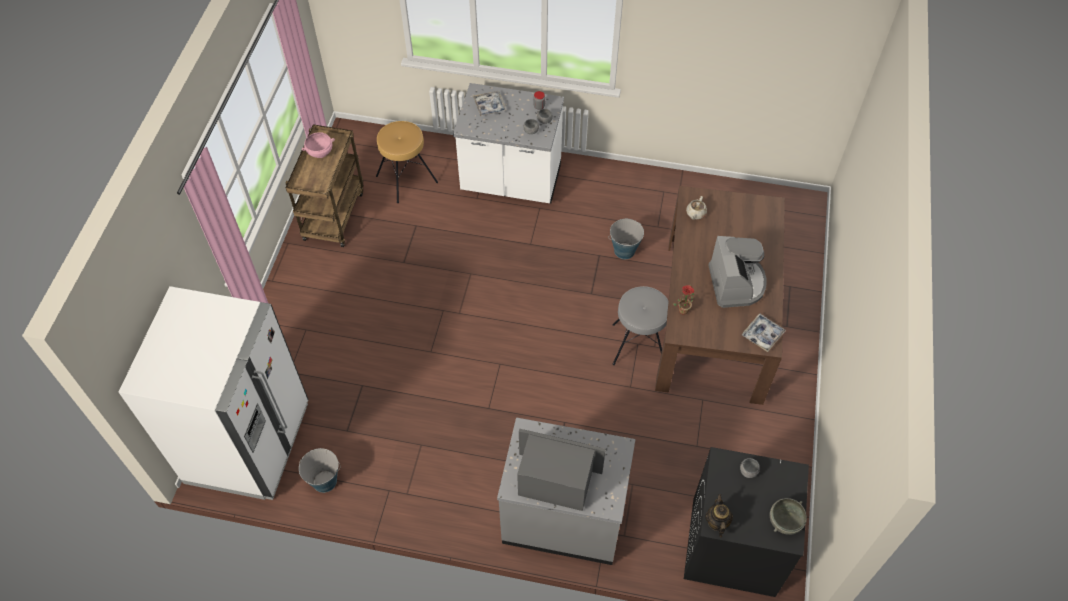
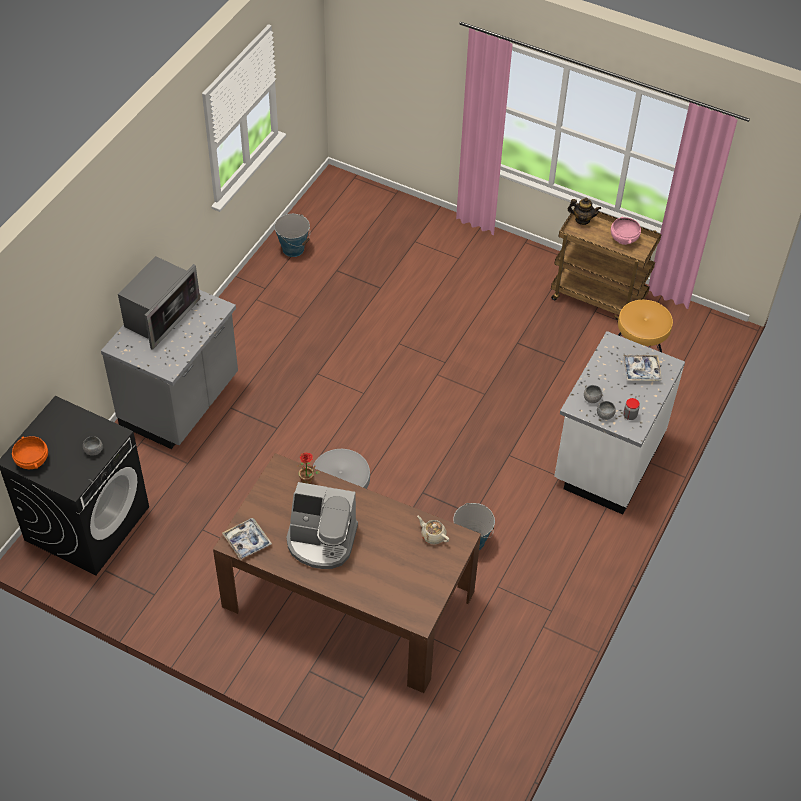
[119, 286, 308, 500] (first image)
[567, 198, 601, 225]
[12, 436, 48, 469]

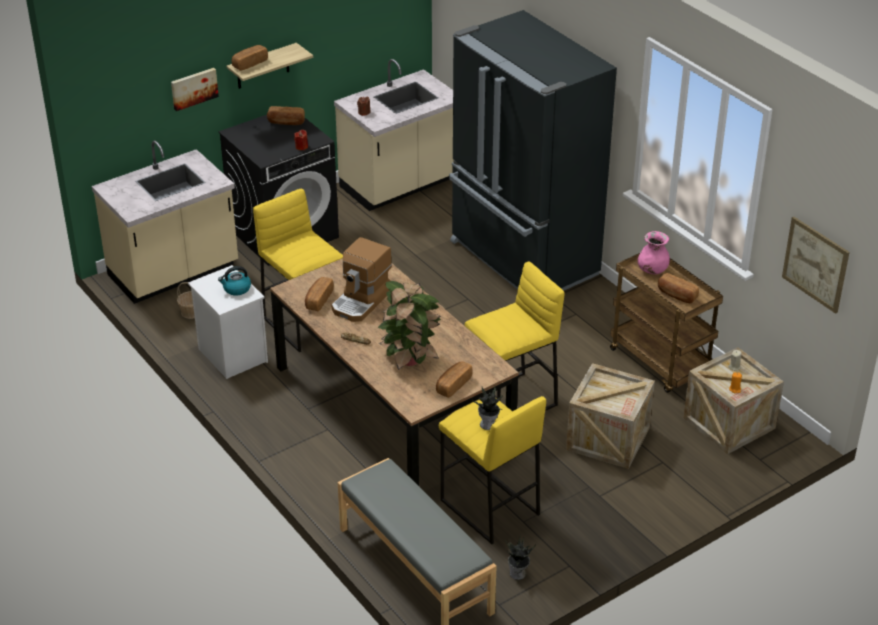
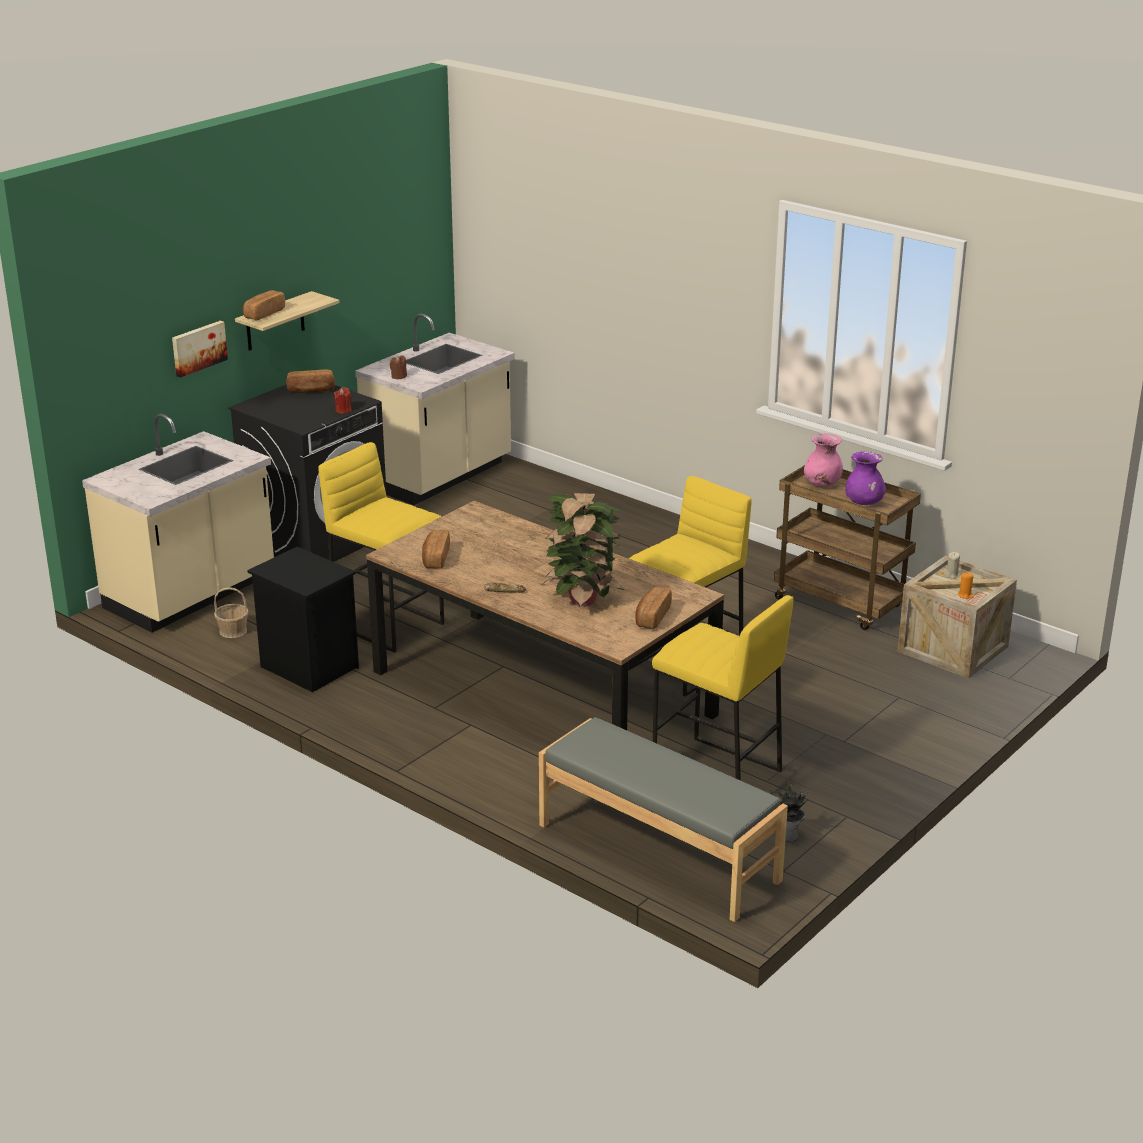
[218, 266, 251, 296] (first image)
[332, 237, 392, 322] (first image)
[449, 10, 617, 291] (first image)
[472, 387, 503, 430] (first image)
[566, 363, 655, 469] (first image)
[782, 216, 850, 314] (first image)
[845, 451, 886, 505]
[247, 547, 359, 692]

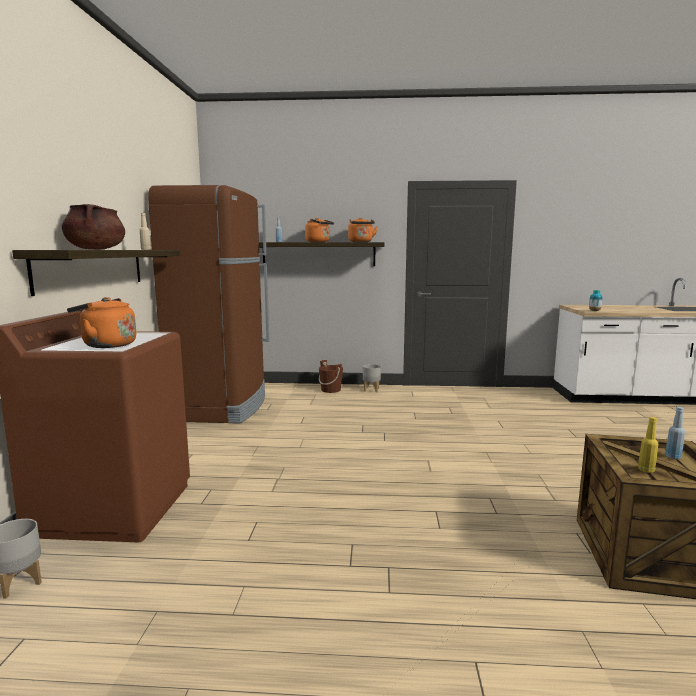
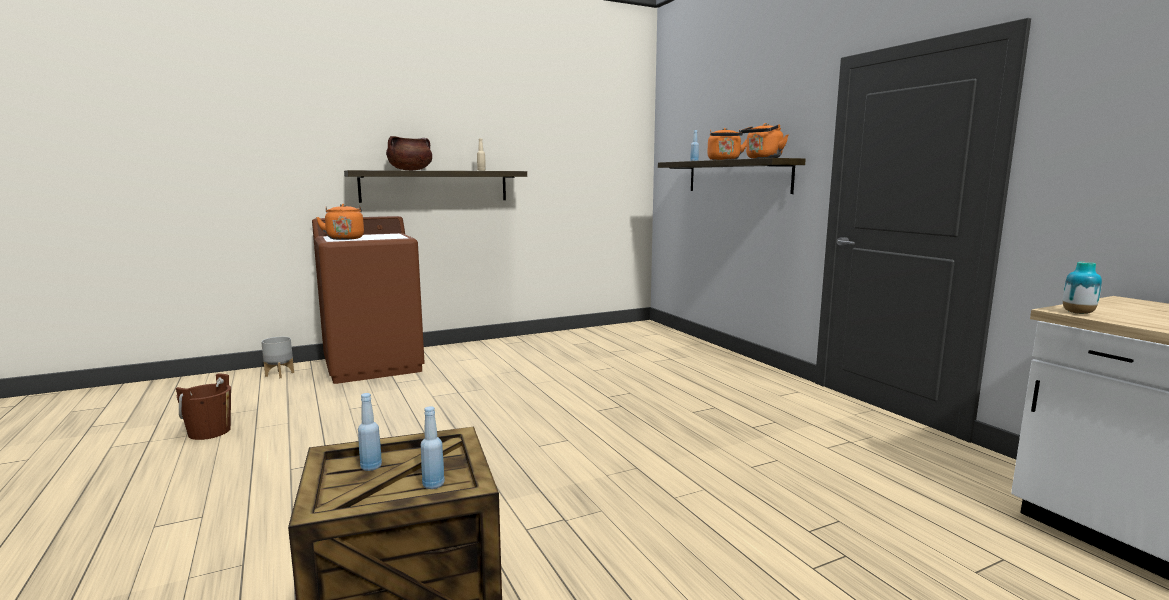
[148, 185, 269, 424] (first image)
[363, 364, 381, 392] (first image)
[176, 373, 231, 440]
[358, 393, 382, 471]

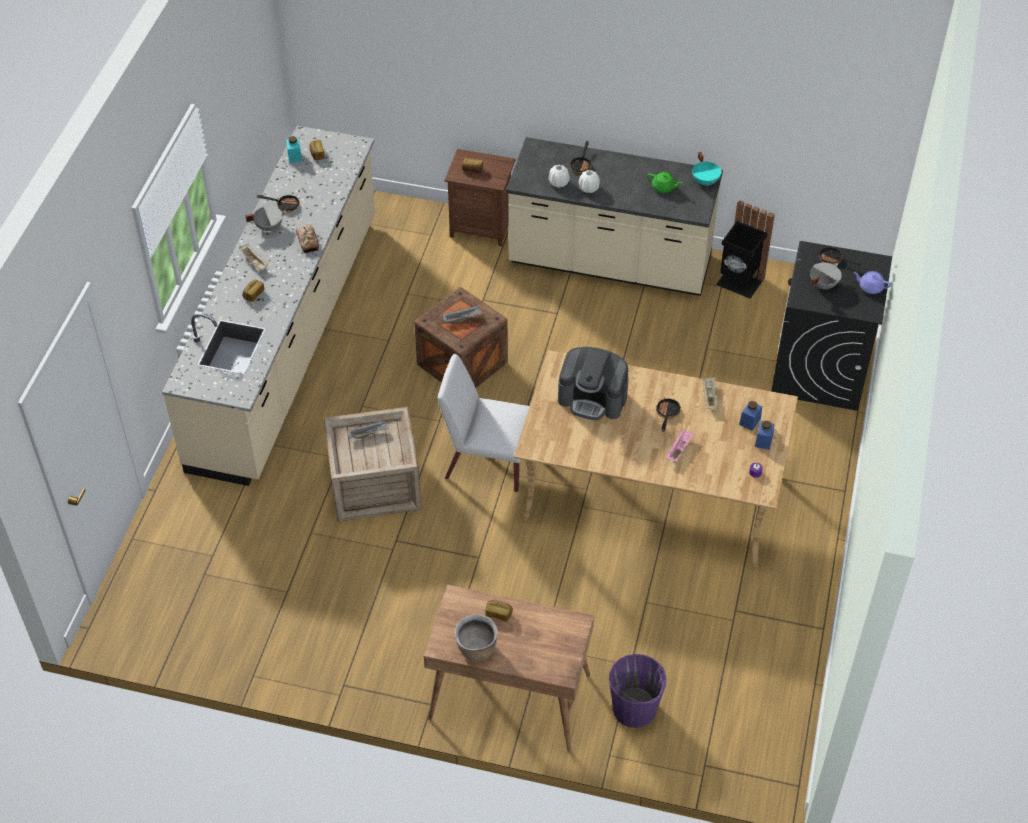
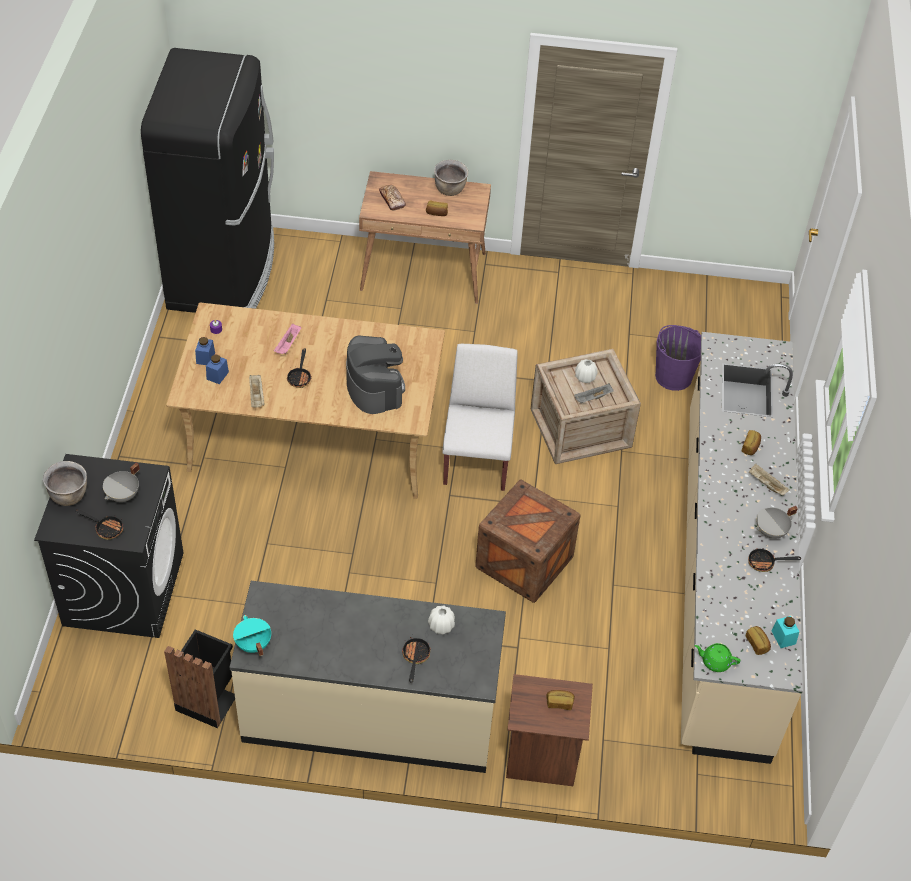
[442, 305, 482, 323] (first image)
[141, 48, 274, 313]
[379, 185, 406, 211]
[575, 359, 597, 383]
[655, 325, 701, 391]
[694, 643, 740, 672]
[43, 461, 87, 506]
[443, 344, 518, 491]
[346, 335, 405, 414]

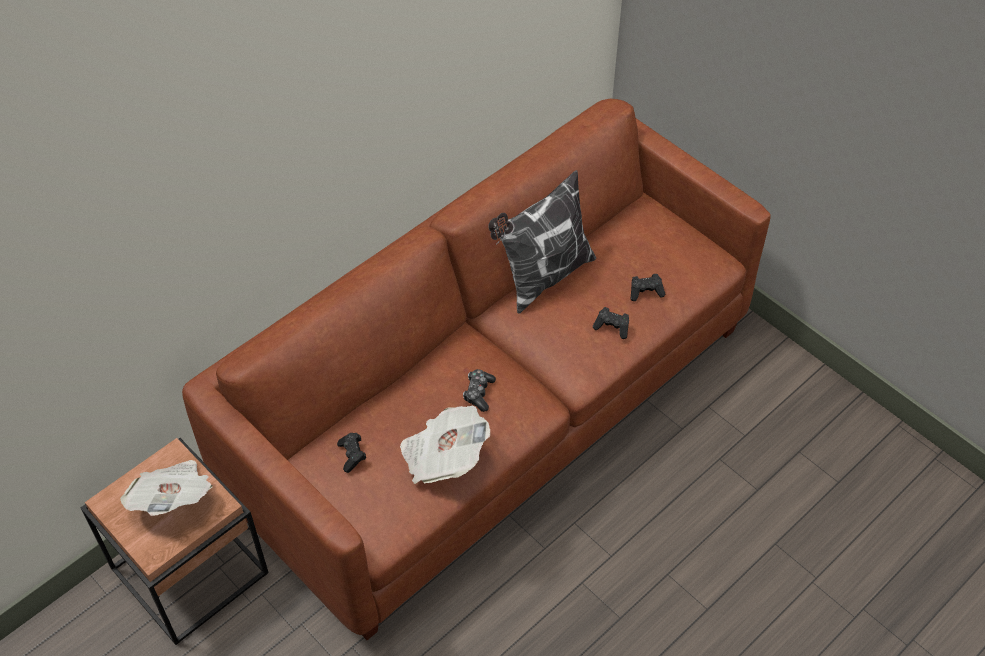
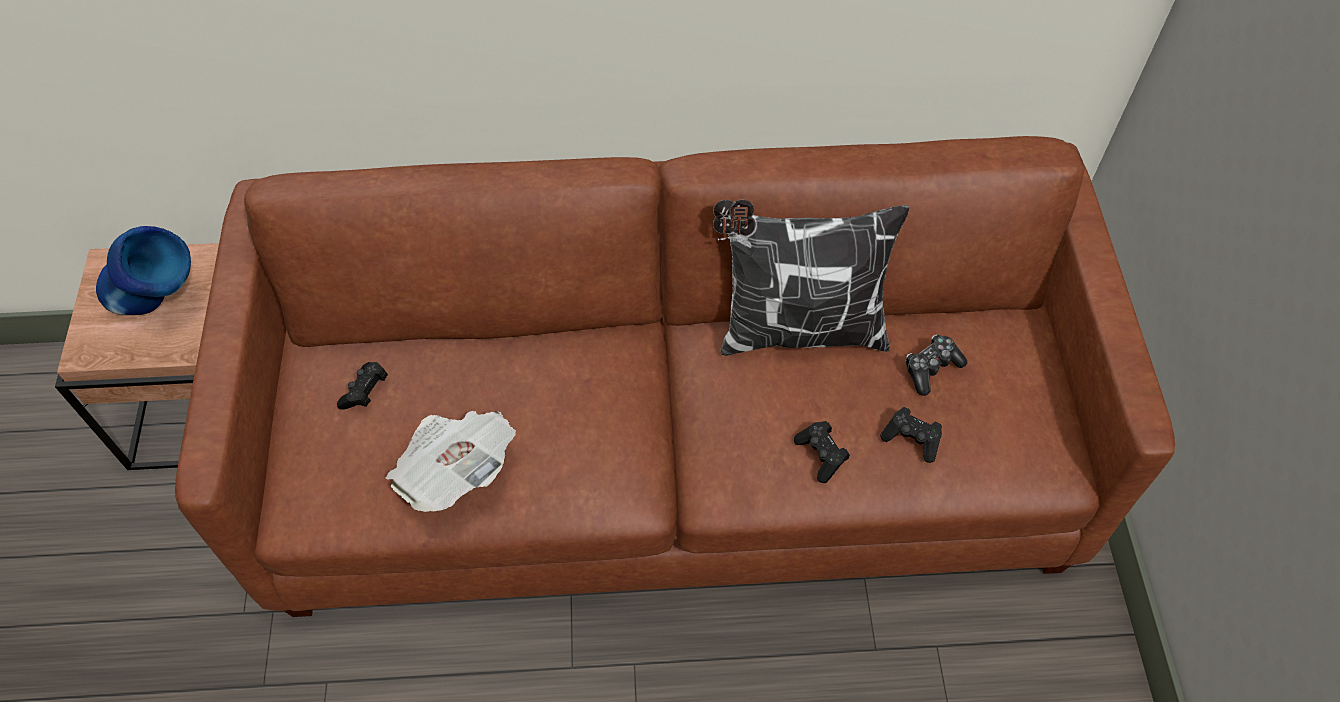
[906, 335, 967, 396]
[96, 226, 191, 315]

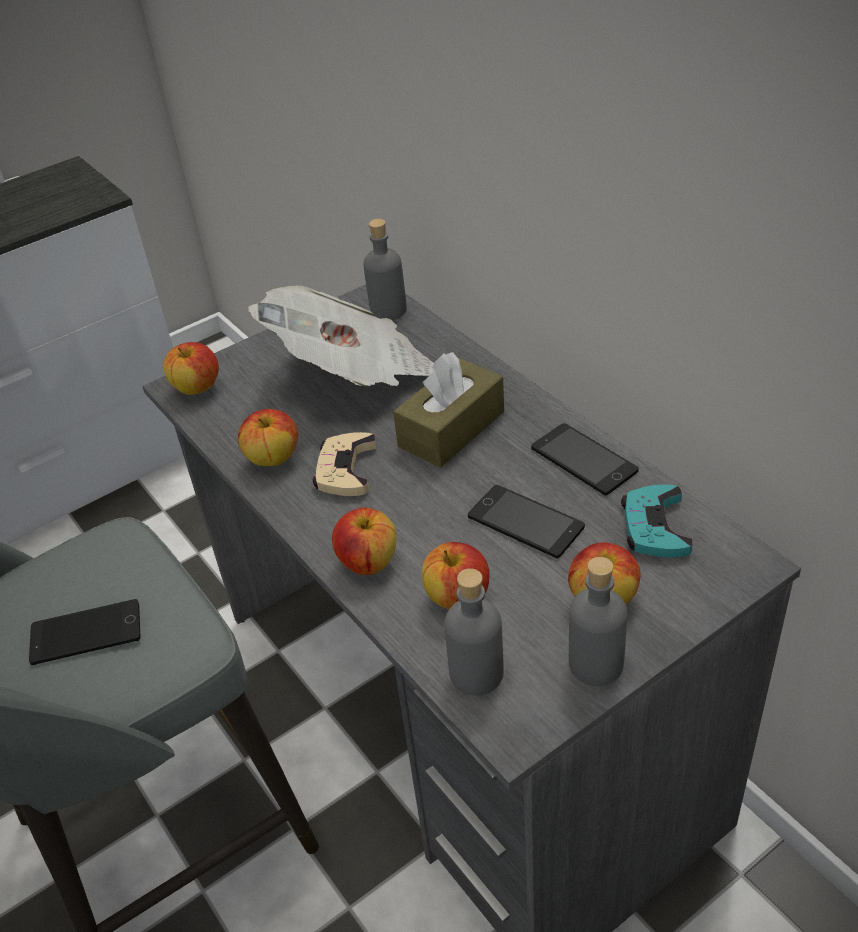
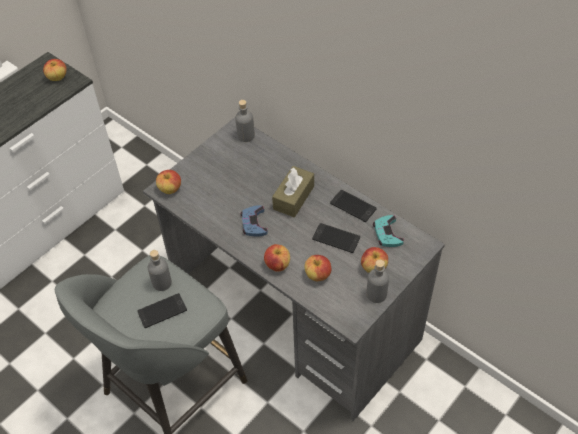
[248, 285, 434, 387] (first image)
[43, 59, 67, 81]
[148, 250, 172, 291]
[241, 205, 268, 237]

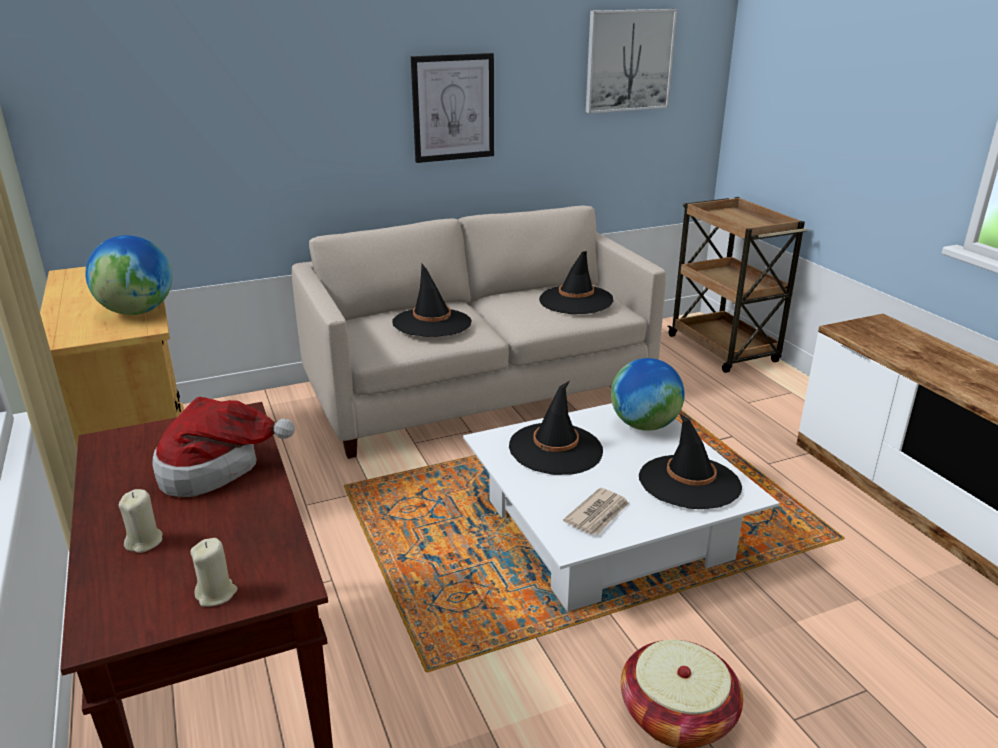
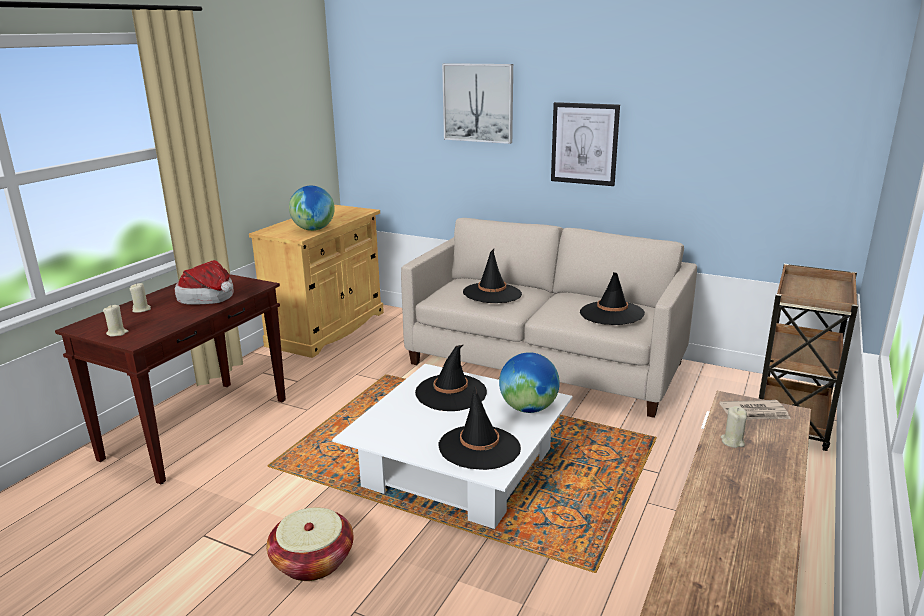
[721, 406, 747, 448]
[719, 400, 791, 420]
[442, 63, 513, 144]

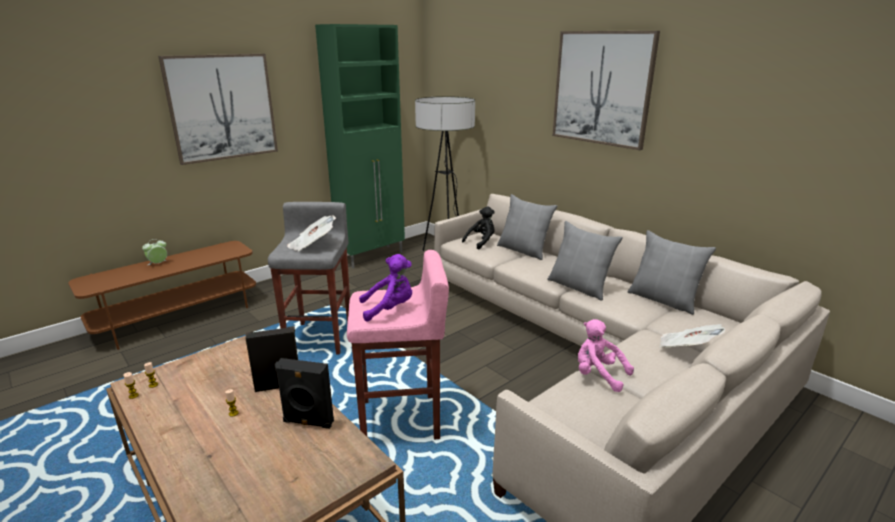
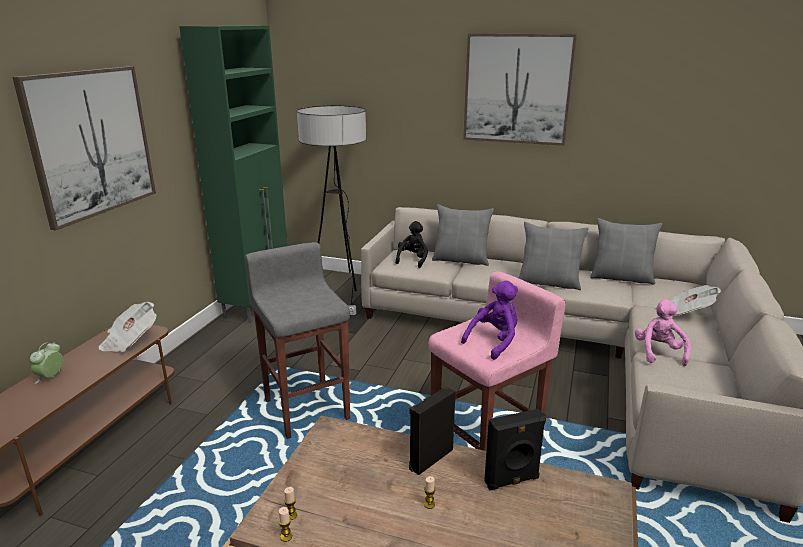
[99, 302, 157, 352]
[635, 299, 691, 366]

